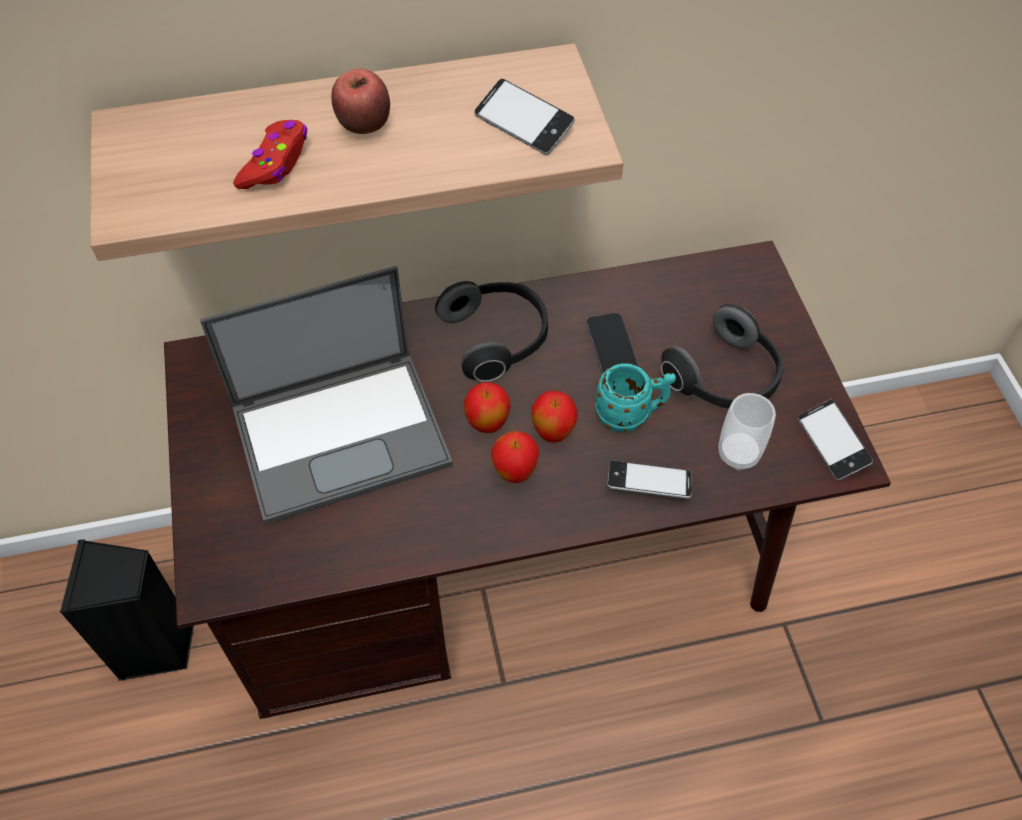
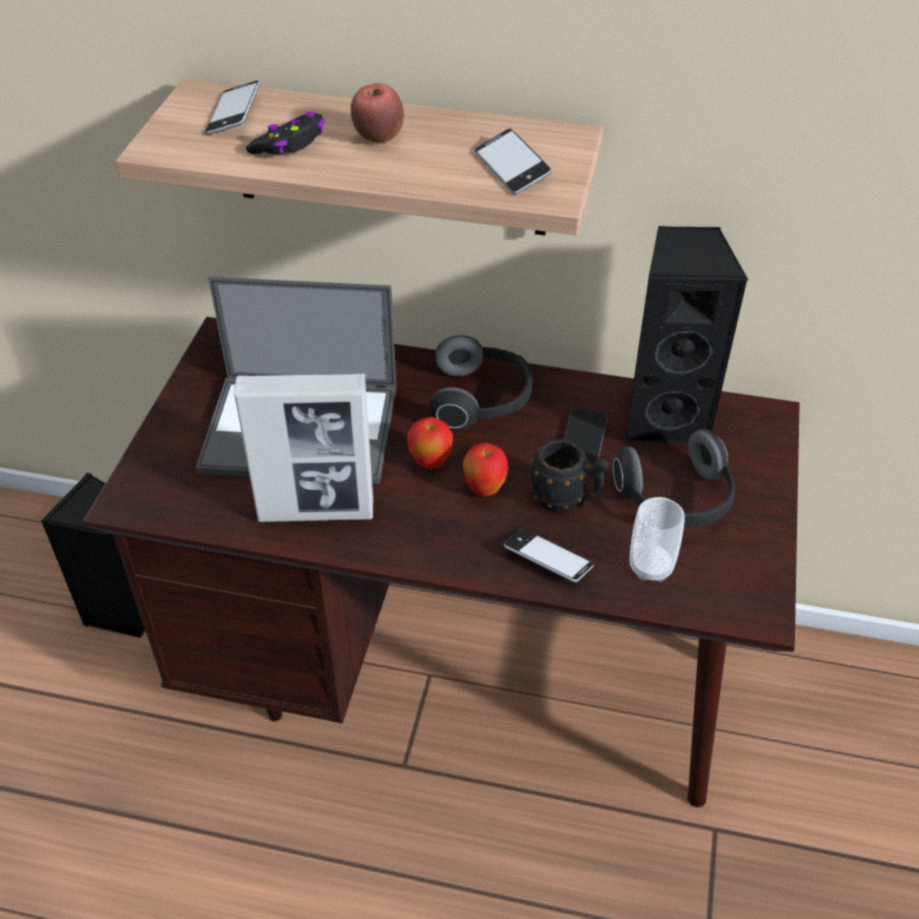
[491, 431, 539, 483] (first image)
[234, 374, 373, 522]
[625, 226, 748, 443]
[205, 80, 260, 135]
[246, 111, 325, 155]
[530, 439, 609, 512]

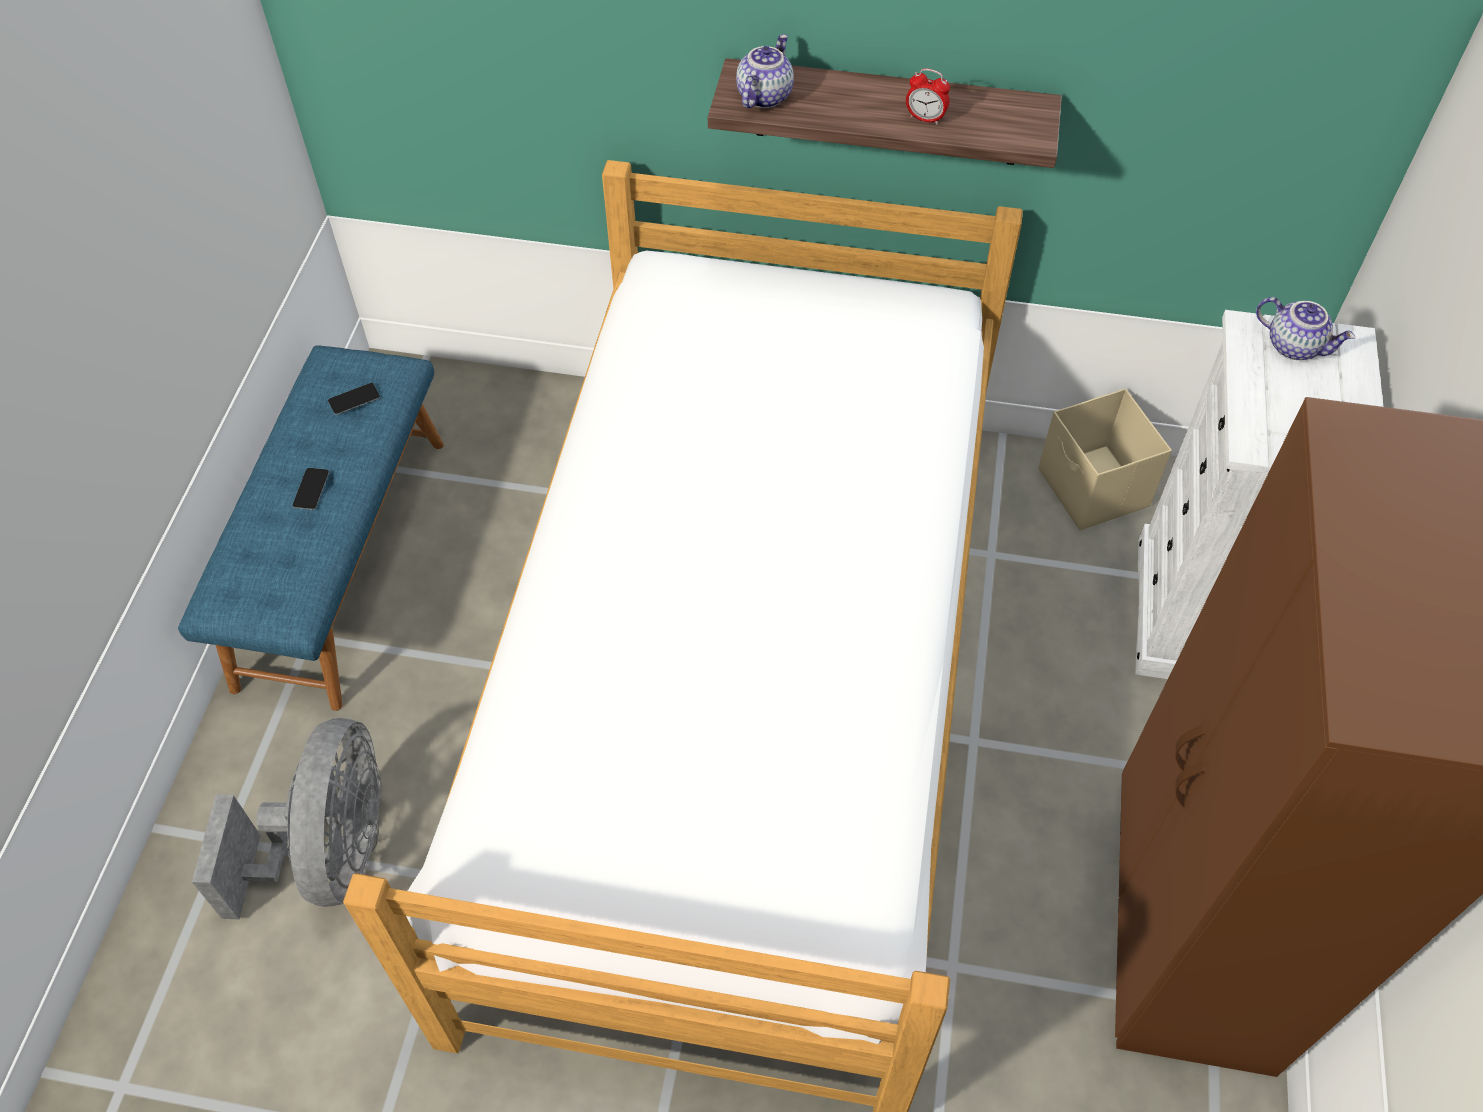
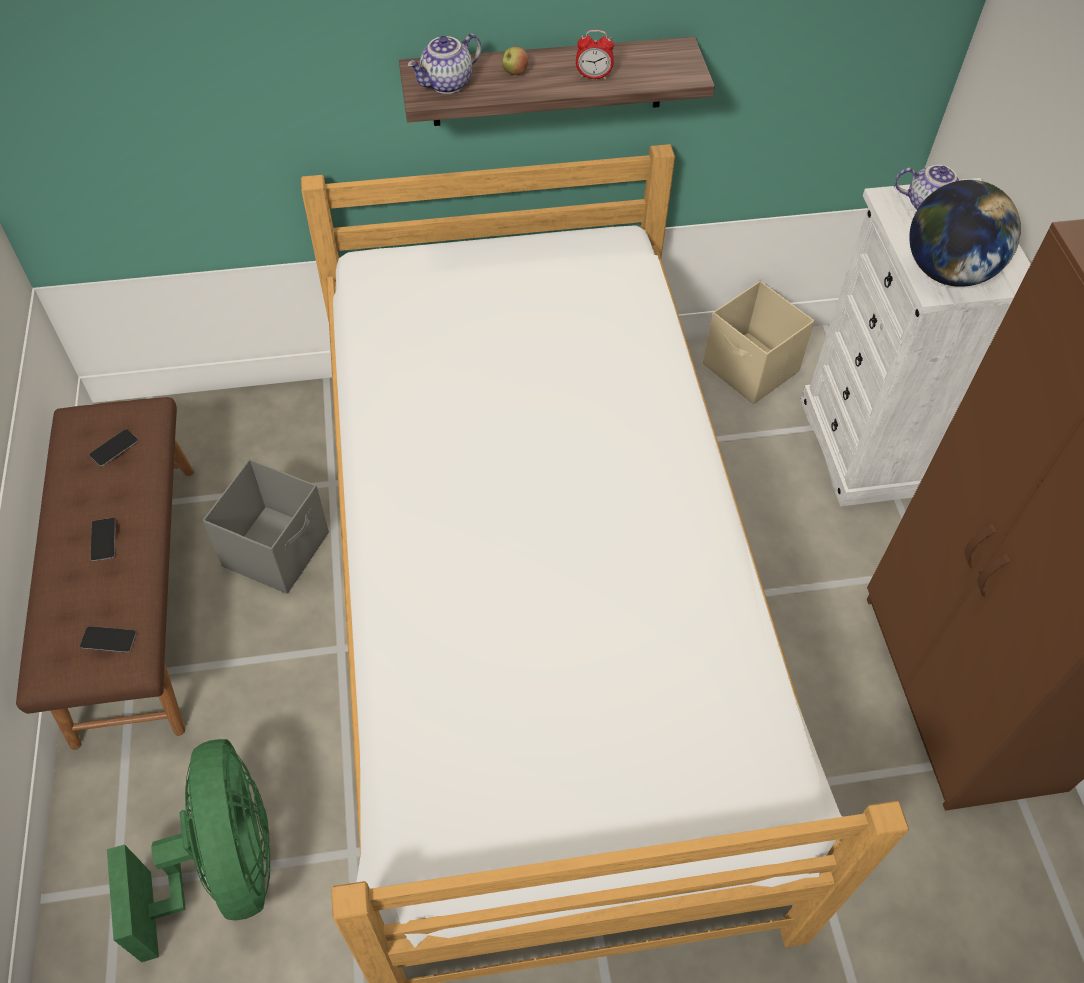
[80, 626, 136, 653]
[203, 459, 329, 594]
[502, 47, 528, 75]
[909, 180, 1021, 287]
[16, 397, 194, 750]
[107, 739, 270, 962]
[407, 33, 482, 94]

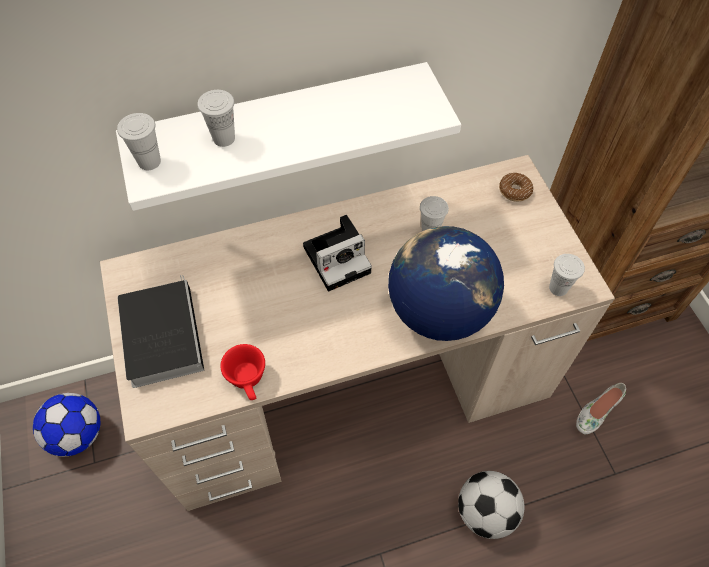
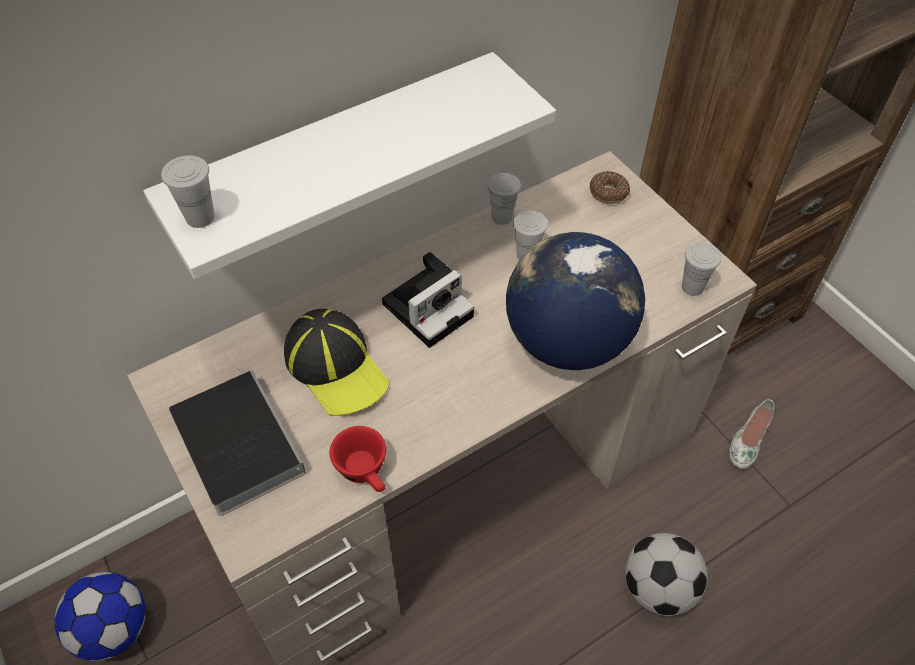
[284, 308, 390, 416]
[487, 173, 521, 225]

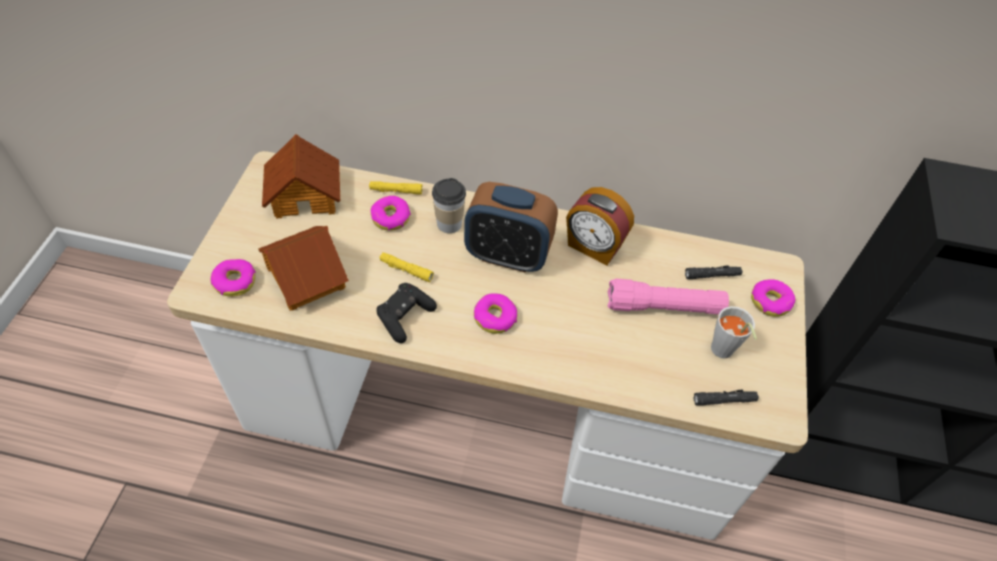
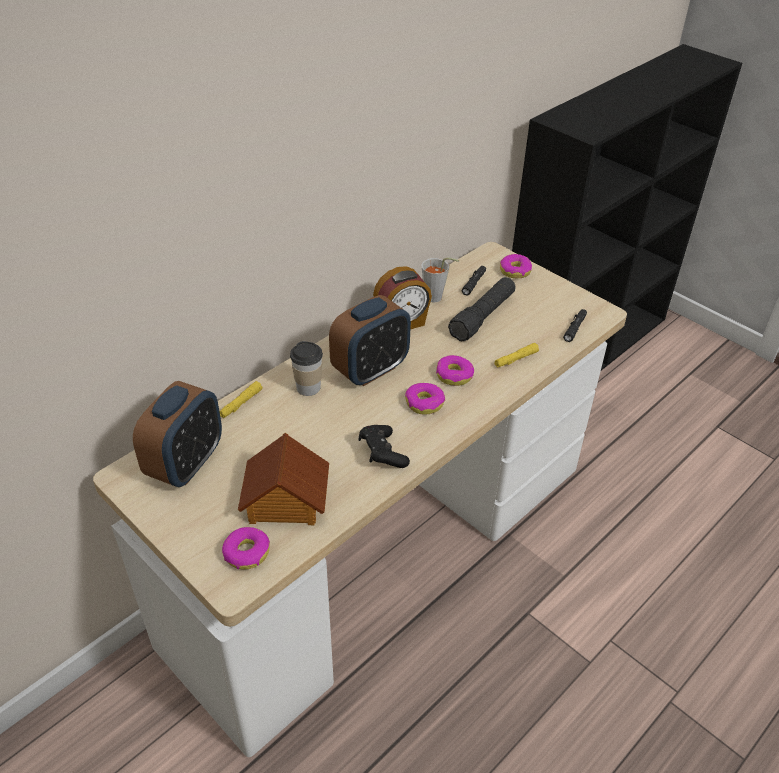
[436, 355, 474, 386]
[494, 343, 539, 368]
[422, 257, 459, 303]
[133, 381, 222, 487]
[448, 277, 516, 342]

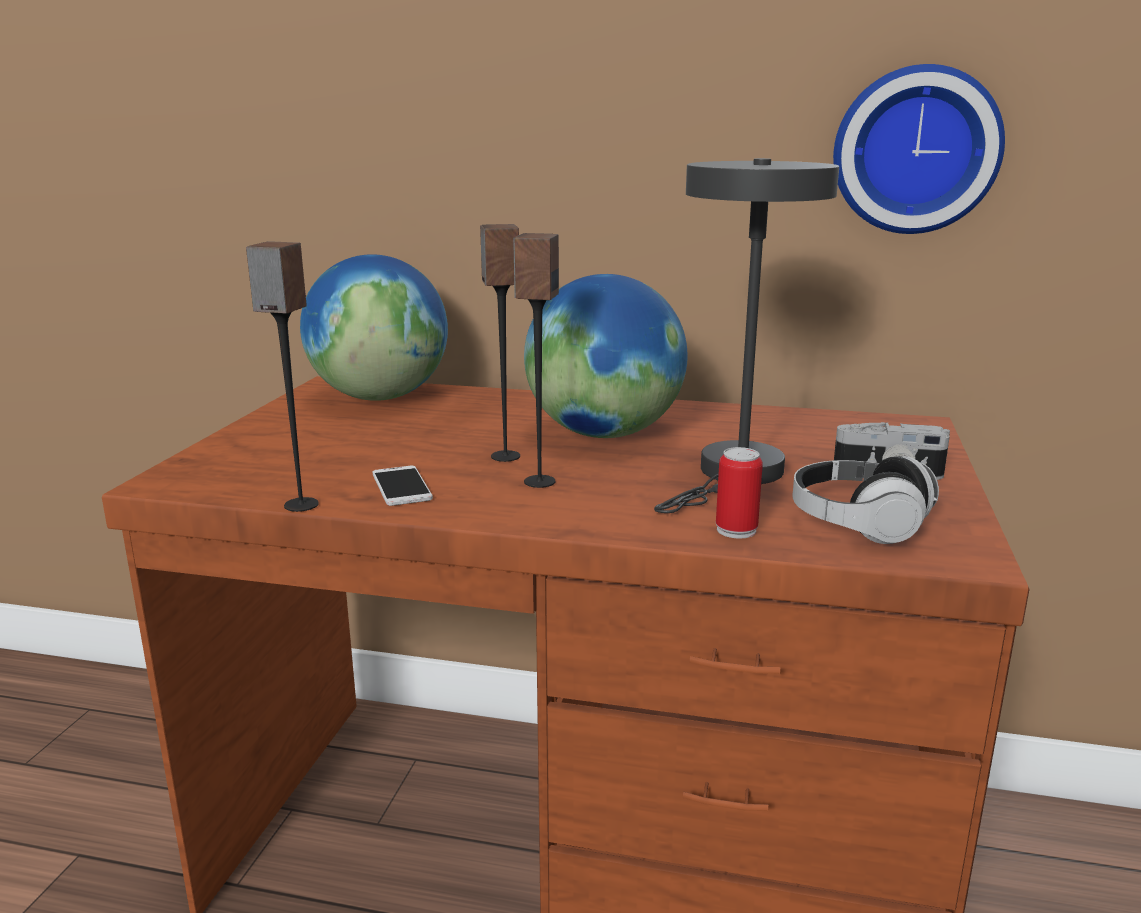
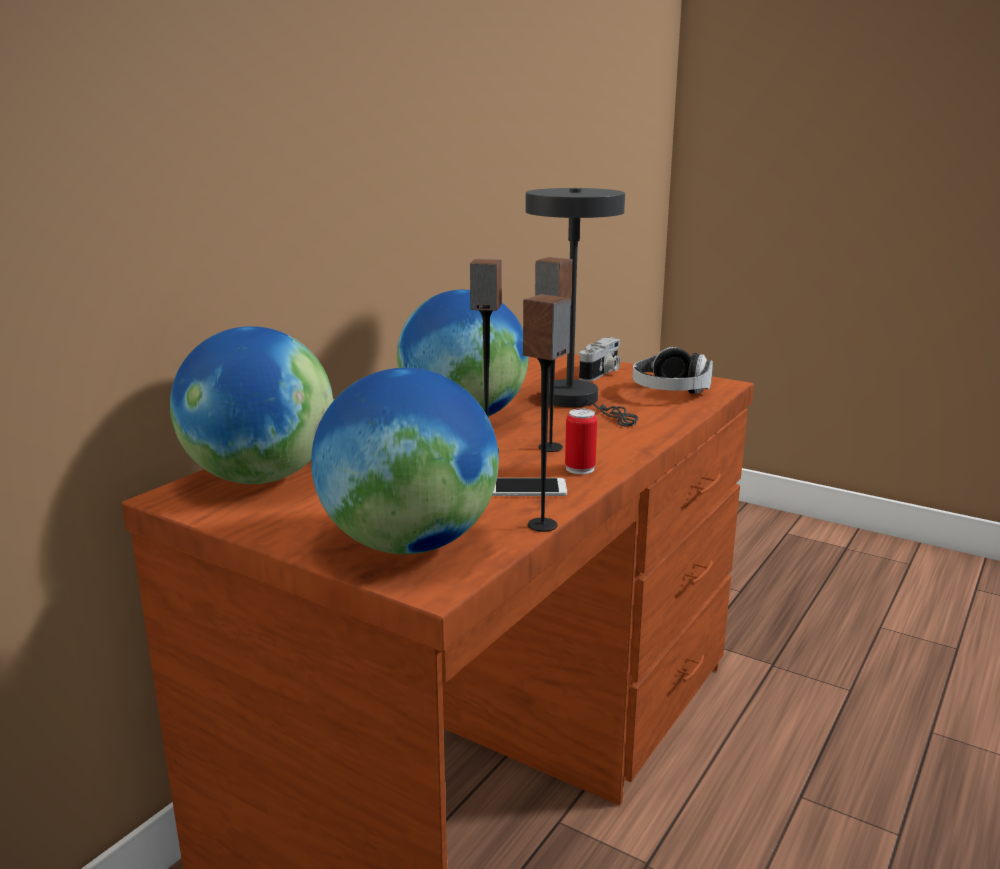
[833, 64, 1005, 234] (first image)
[311, 368, 499, 554]
[565, 408, 597, 474]

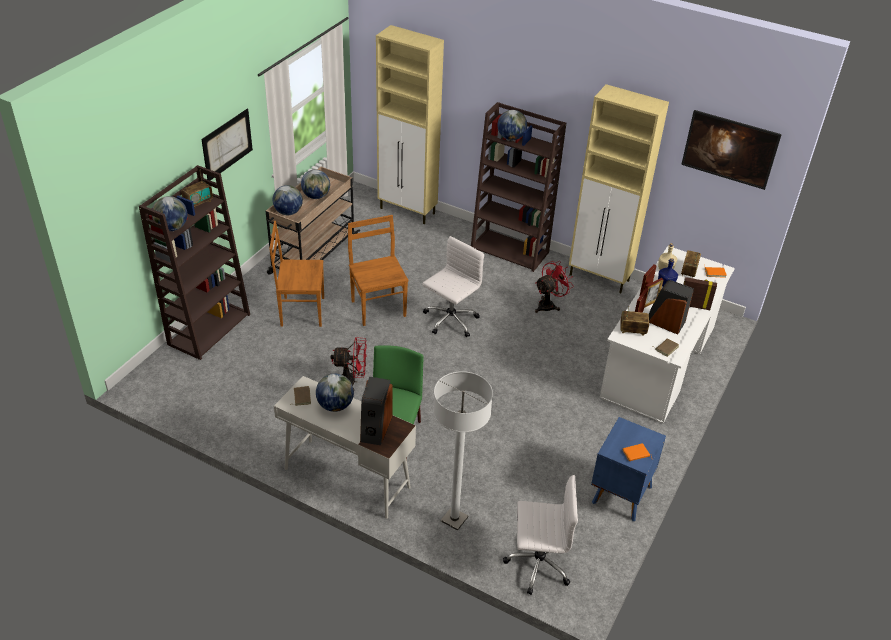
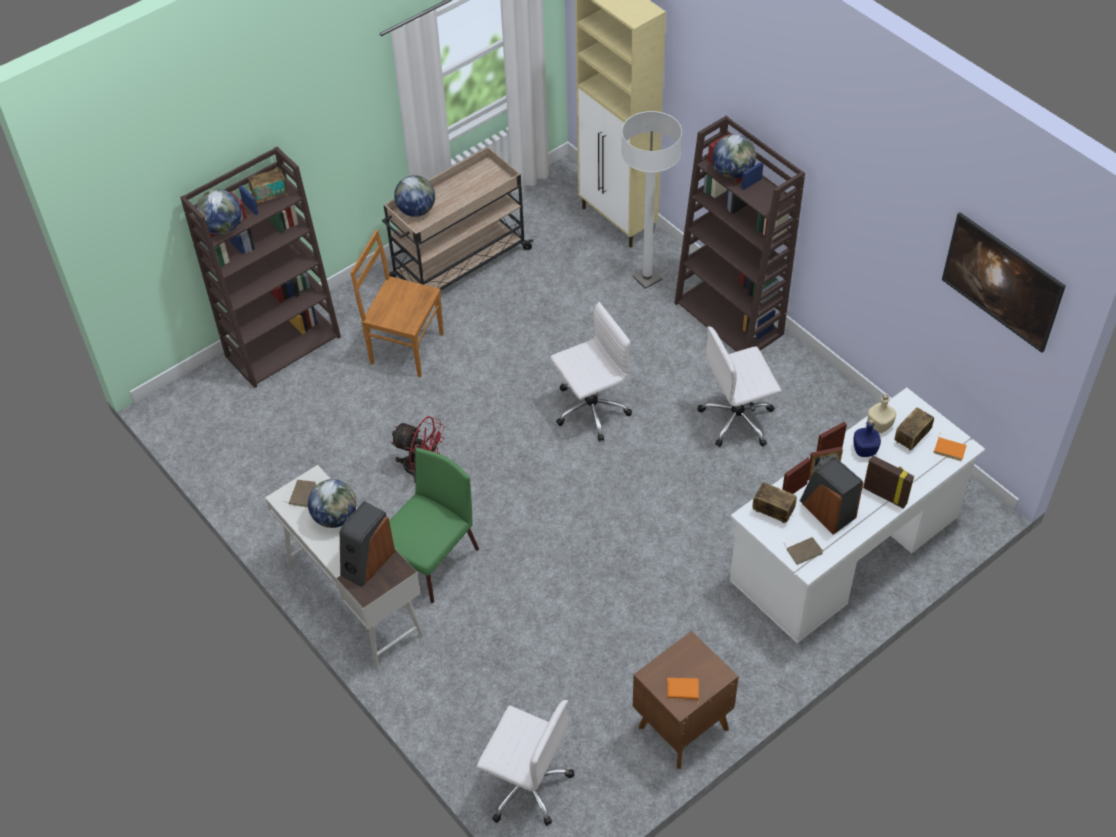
[201, 109, 253, 181] (first image)
[301, 170, 330, 199] (first image)
[348, 215, 408, 326] (first image)
[569, 84, 669, 293] (first image)
[621, 111, 682, 289]
[698, 326, 782, 447]
[633, 631, 739, 769]

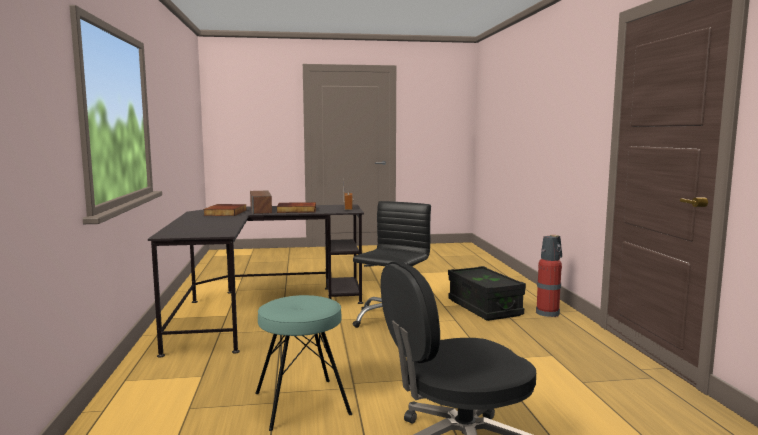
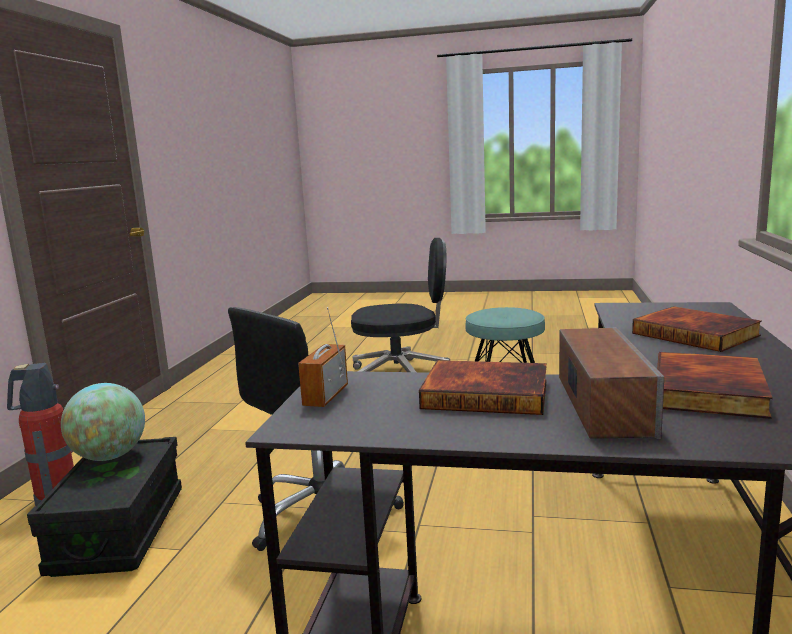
[61, 383, 145, 461]
[632, 306, 762, 352]

